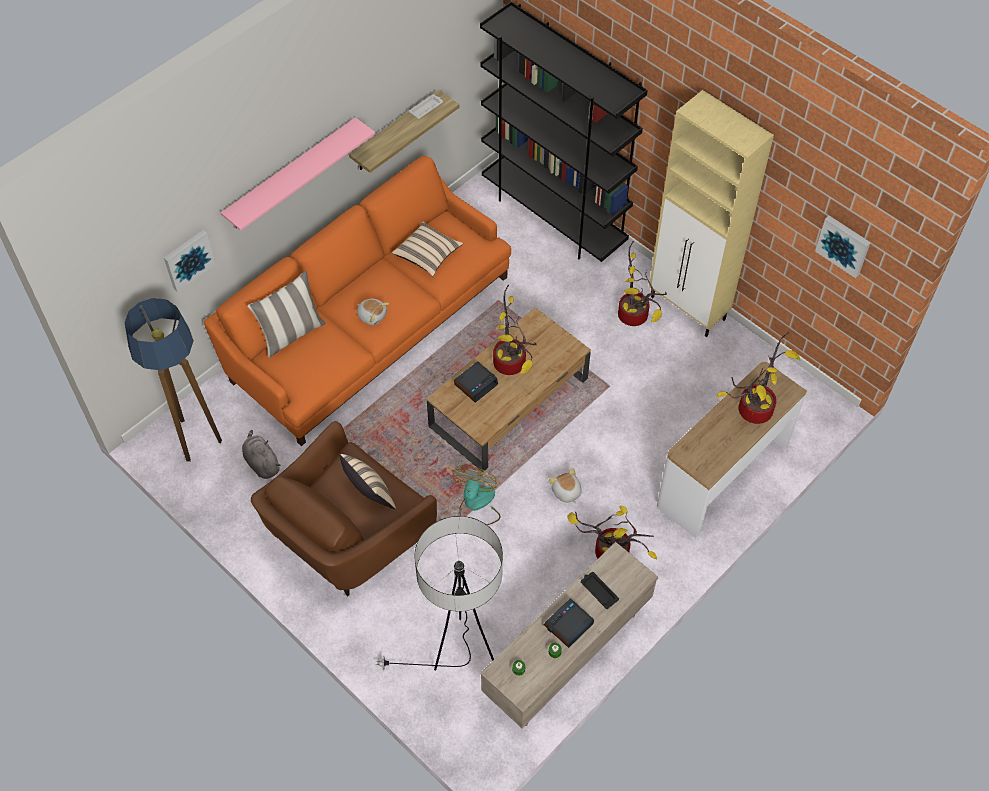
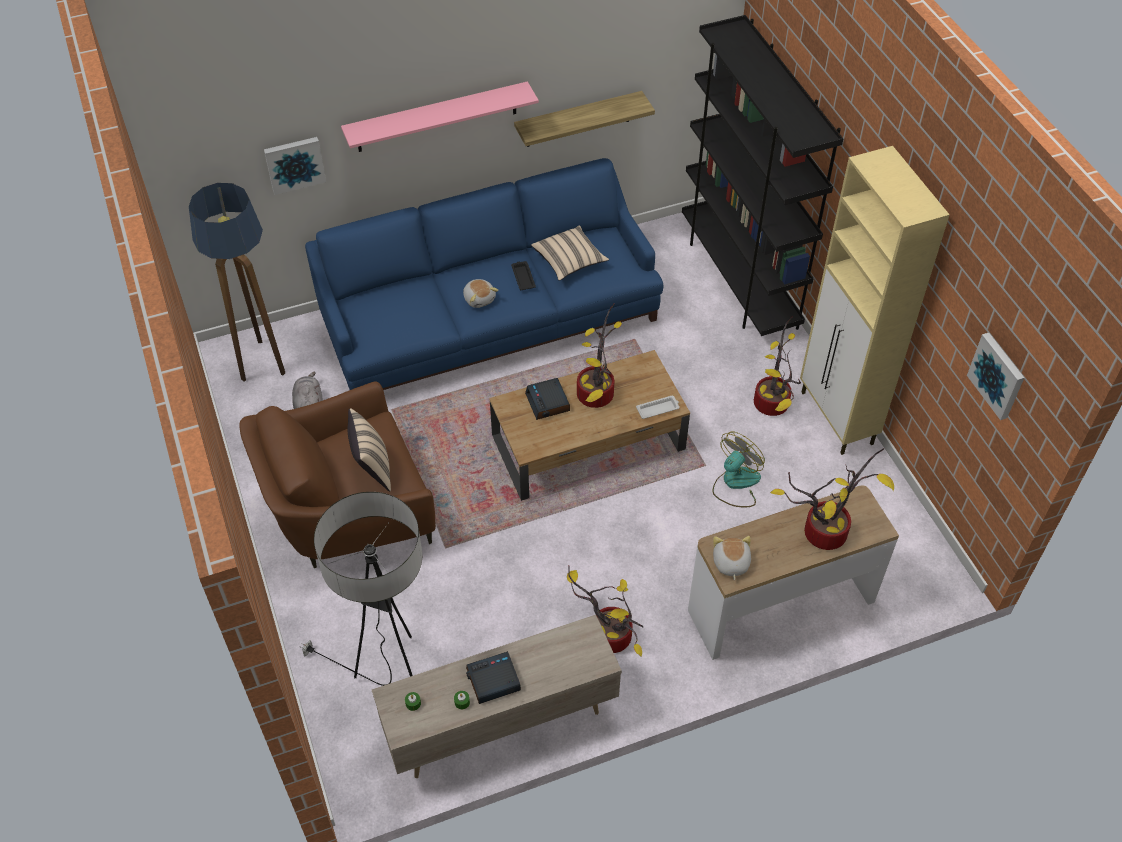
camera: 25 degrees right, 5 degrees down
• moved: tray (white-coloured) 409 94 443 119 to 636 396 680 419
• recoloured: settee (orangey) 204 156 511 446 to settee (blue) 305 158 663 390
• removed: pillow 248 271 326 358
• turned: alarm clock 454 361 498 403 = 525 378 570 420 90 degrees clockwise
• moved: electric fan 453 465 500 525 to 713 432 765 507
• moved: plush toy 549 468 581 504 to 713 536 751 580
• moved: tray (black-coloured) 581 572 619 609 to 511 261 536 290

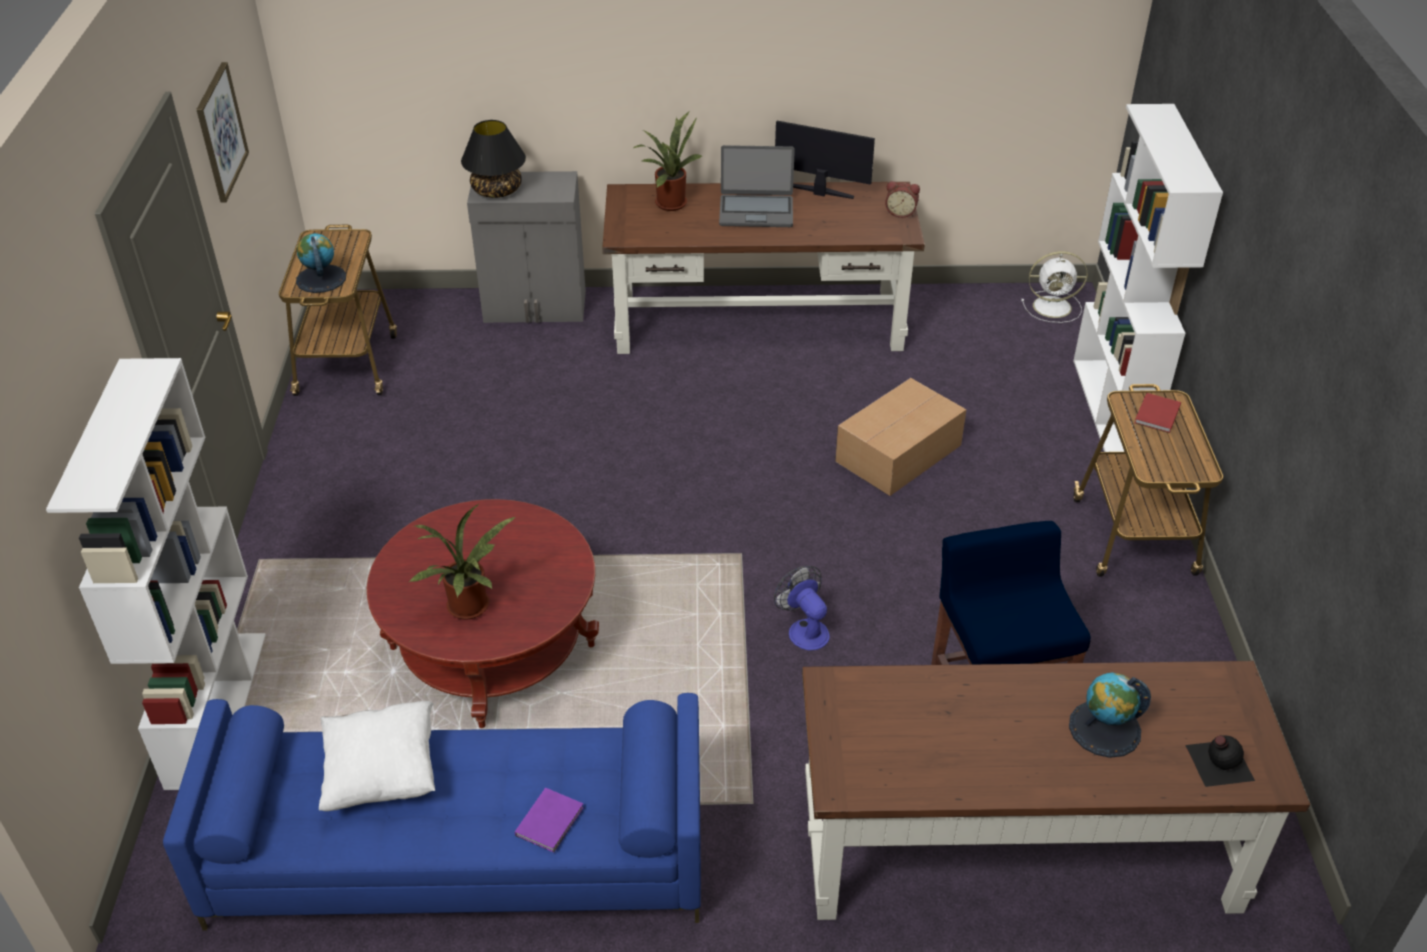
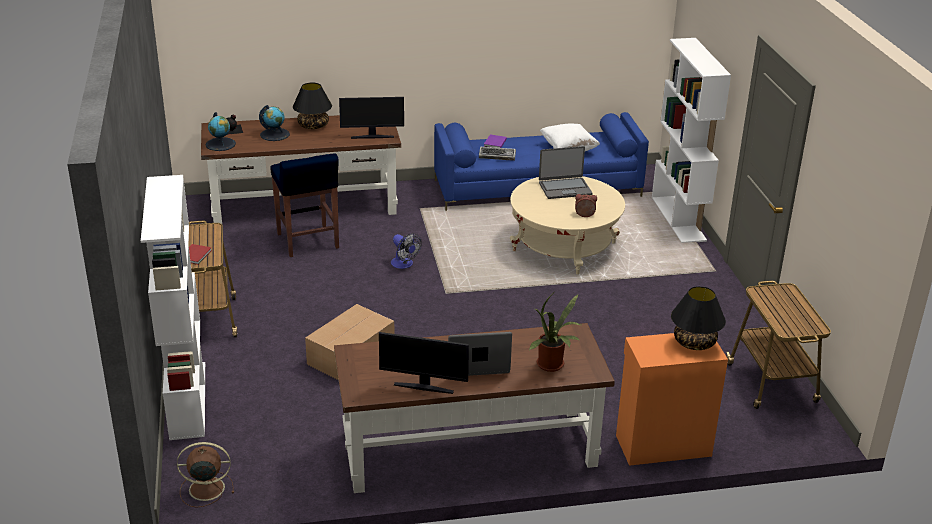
camera: 170 degrees right, 10 degrees down
• removed: picture 196 62 249 203
• recoloured: storage cabinet (greyish) 467 171 586 323 to storage cabinet (orangey) 616 333 728 466
• moved: alarm clock 885 181 920 218 to 575 194 597 217
• moved: globe 296 233 346 293 to 206 112 236 151
• recoloured: electric fan (white-coloured) 1021 251 1087 323 to electric fan (brownish) 177 442 234 508
• recoloured: low table (reddish) 367 499 599 728 to low table (beige-coloured) 510 176 625 274
• replaced: potted plant 408 502 515 620 to notebook computer 539 146 592 199
• added: tabletop lamp (black-coloured) 293 82 332 129
• added: computer screen 339 97 404 139
• added: computer keyboard 479 147 516 161

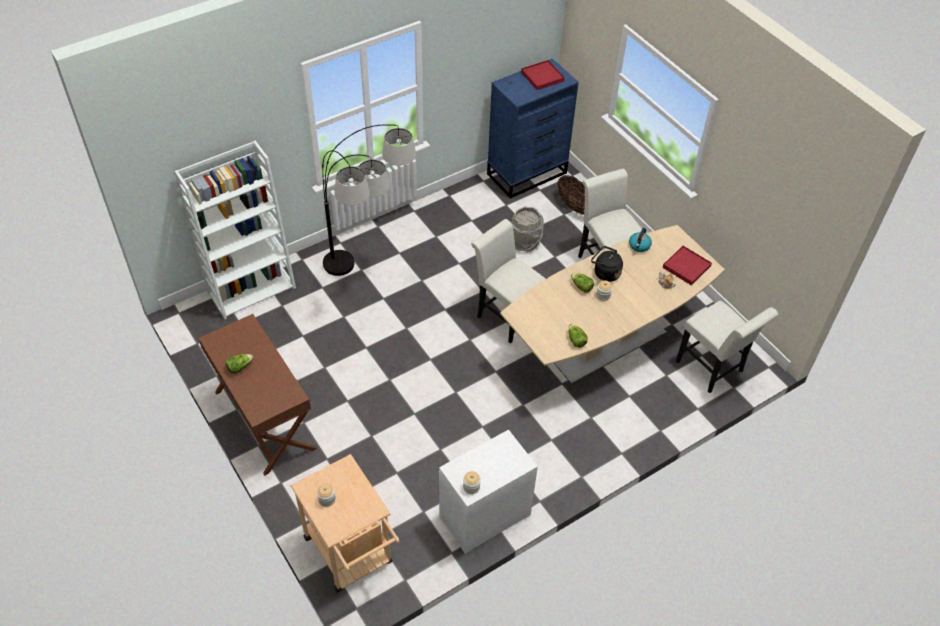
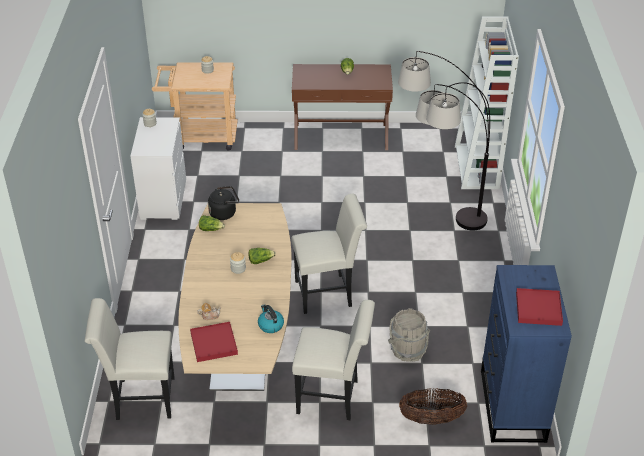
camera: 125 degrees right, 10 degrees down
• moved: kettle (black-coloured) 591 246 623 282 to 208 186 239 220

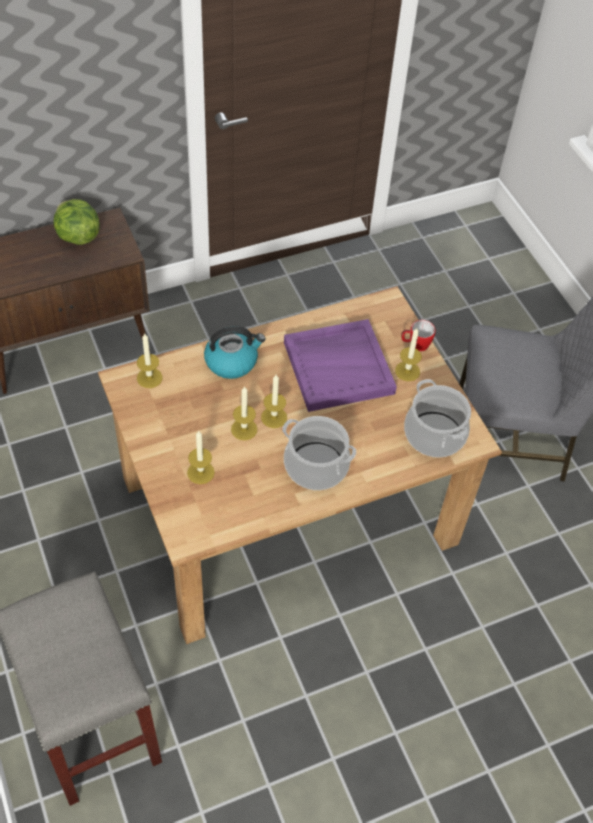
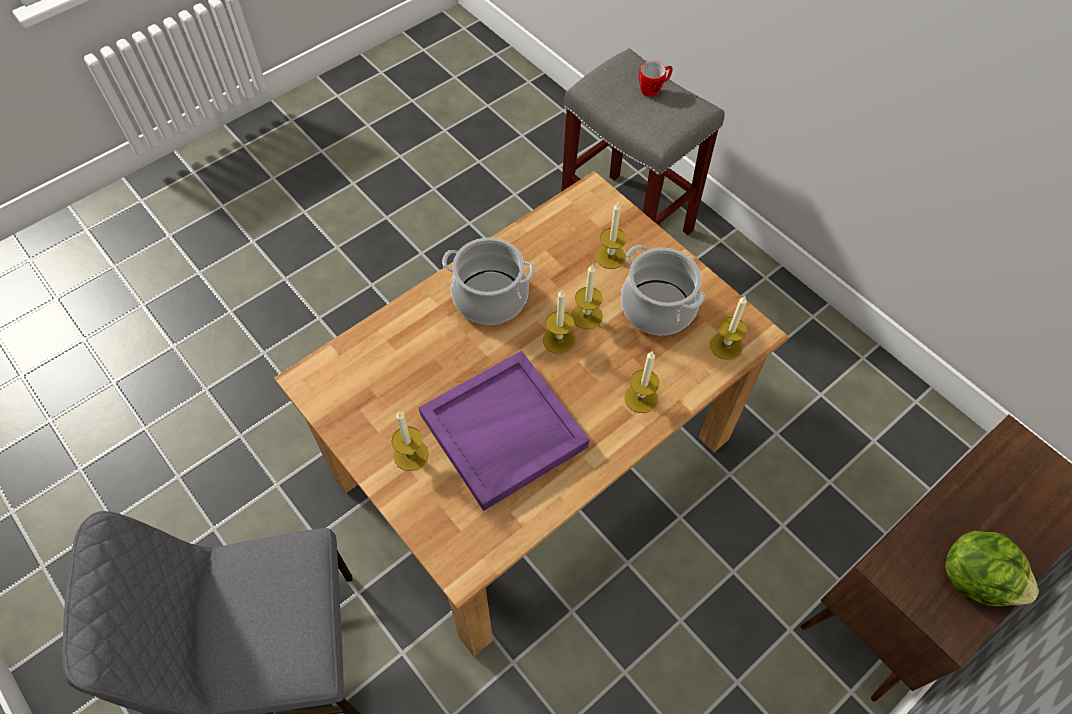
camera: 165 degrees right, 5 degrees up
• moved: coffee mug 401 320 436 351 to 639 61 673 97
• replaced: kettle 204 326 265 379 to wax light 624 351 660 413
• moved: cooking pot 404 379 471 458 to 621 245 706 335

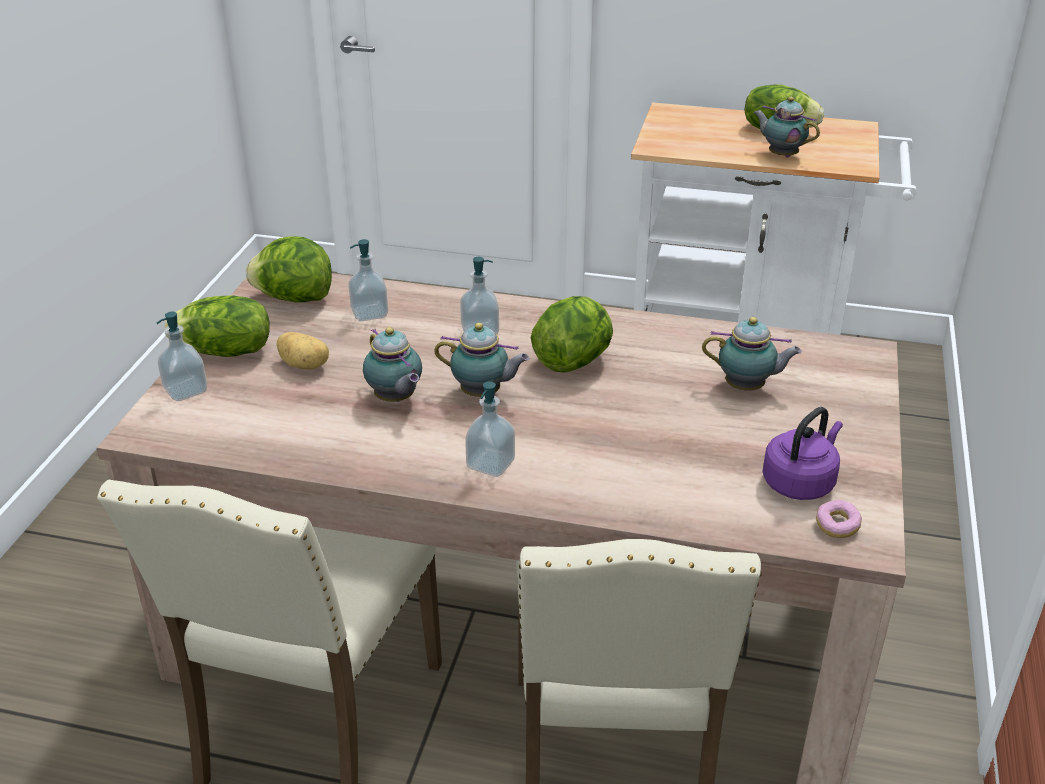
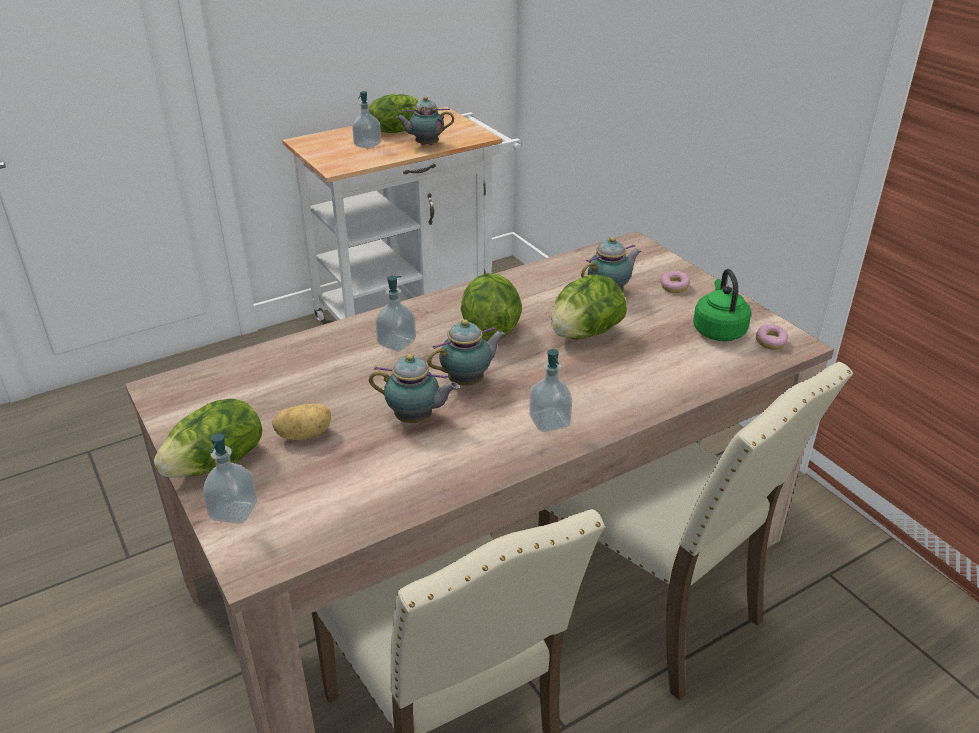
camera: 45 degrees left, 0 degrees up
• moved: lettuce 246 236 332 302 to 551 274 627 340
• moved: liquid soap bottle 348 239 388 321 to 352 91 381 149
• recoloured: kettle (purple-coloured) 762 407 843 500 to kettle (green) 693 269 751 341
• added: donut 661 271 690 293

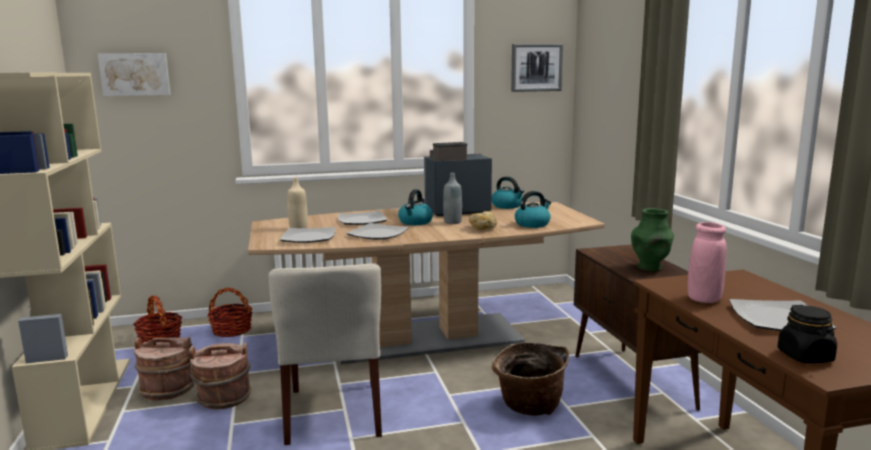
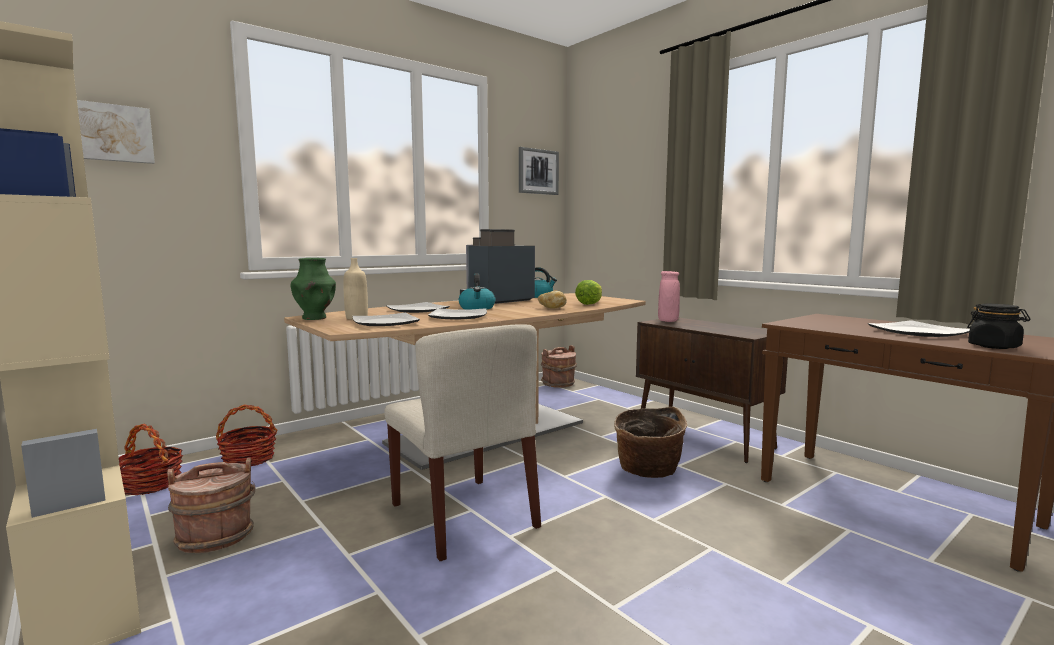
camera: 25 degrees left, 5 degrees down
• removed: bottle (greyish) 443 173 462 224
• replaced: kettle 515 191 551 228 to lettuce 575 280 602 305
• moved: vase (green) 631 208 674 271 to 290 258 336 320
• moved: vase (pink) 688 222 727 303 to 658 271 680 322
• moved: bucket (brownish) 189 342 251 409 to 541 345 577 388

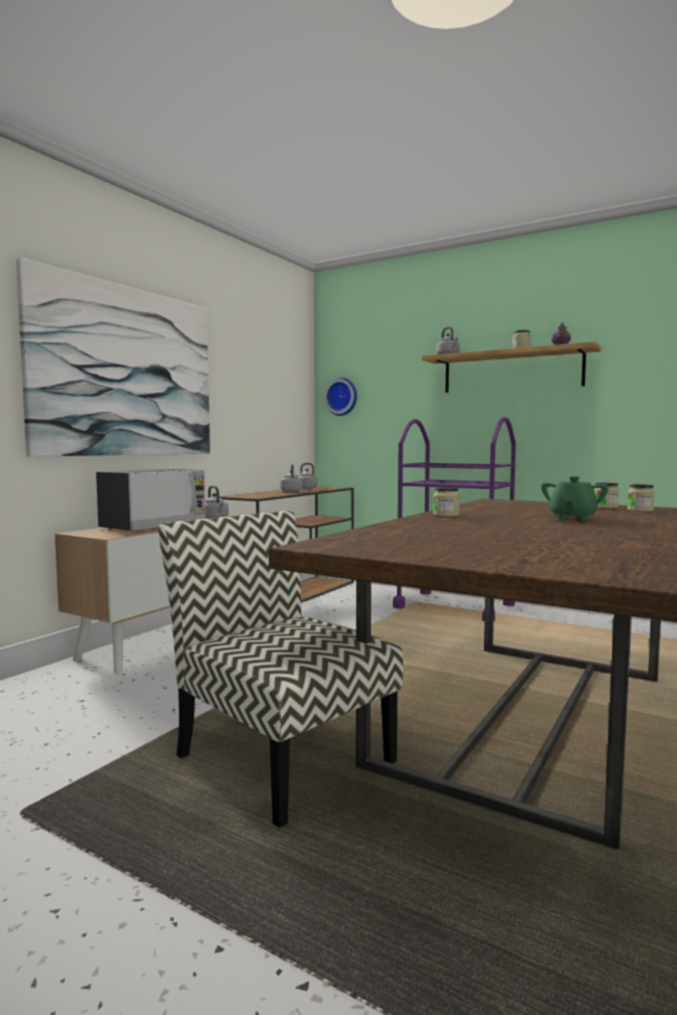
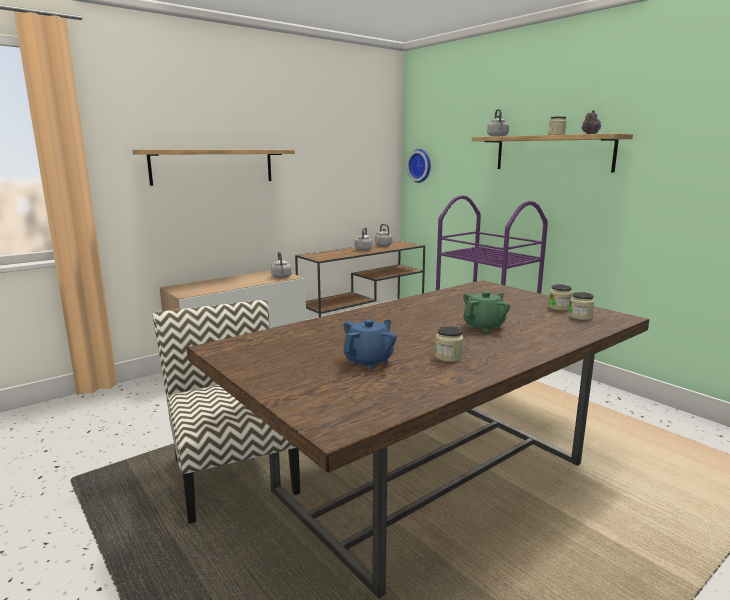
camera: 20 degrees right, 10 degrees up
• replaced: picture 16 257 210 457 to bracket shelf 132 150 295 186
• removed: microwave 96 469 206 532
• moved: jar 433 487 460 517 to 435 326 463 362
• added: tea pot (blue) 343 319 397 369

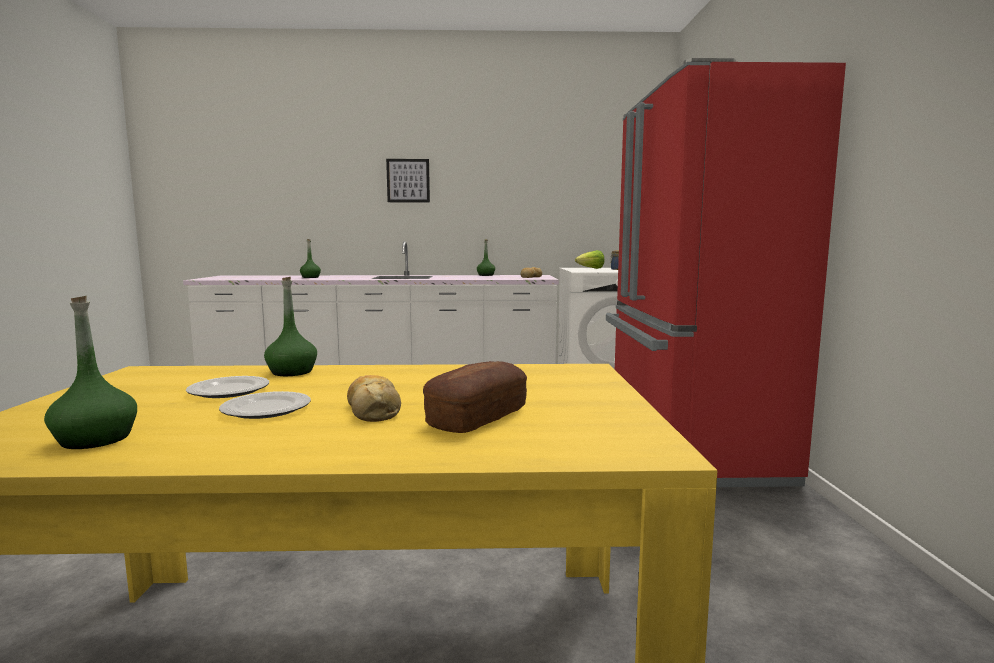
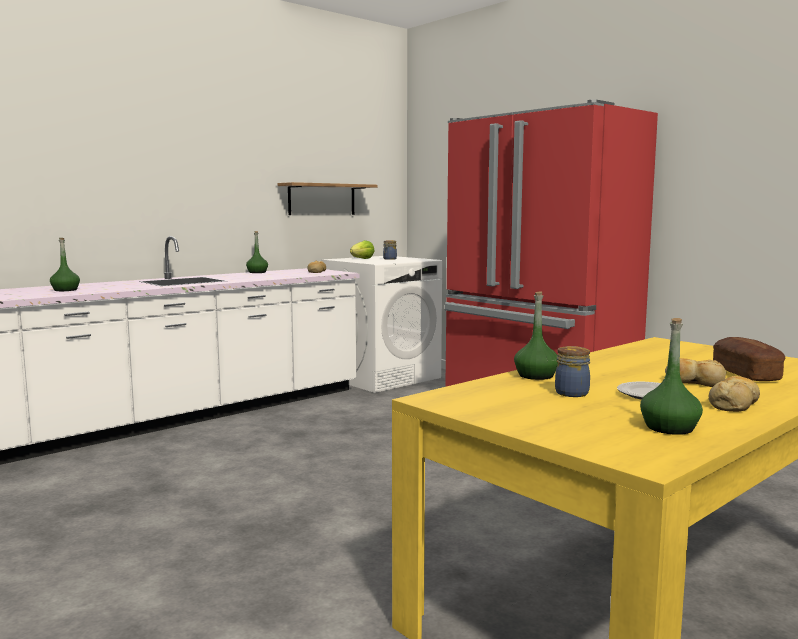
camera: 40 degrees left, 0 degrees up
• removed: picture 386 159 430 202
• replaced: dinner plate 186 376 269 398 to jar 555 346 590 397
• added: bracket shelf 278 182 378 215
• added: bakery bread 709 376 760 412

